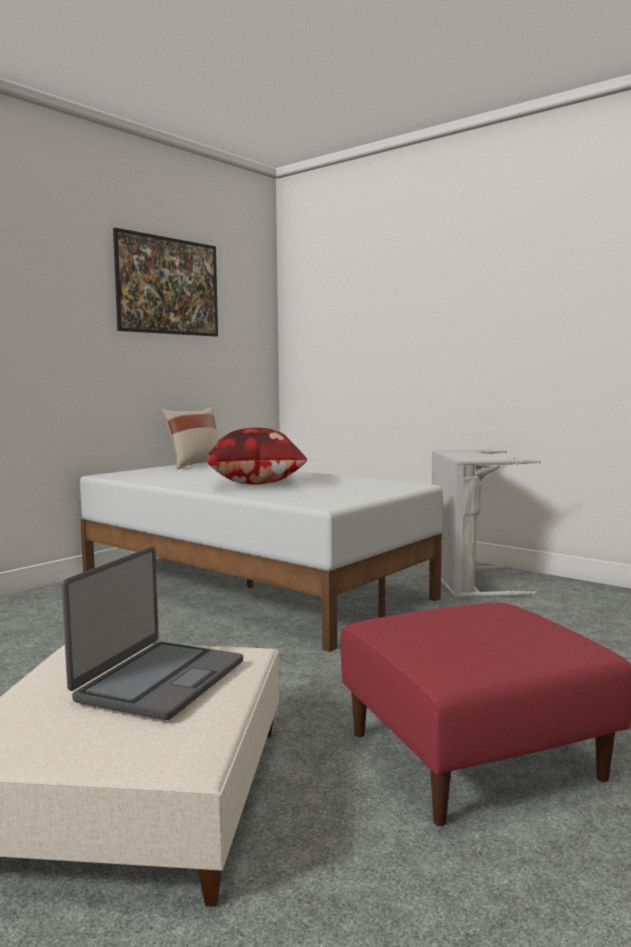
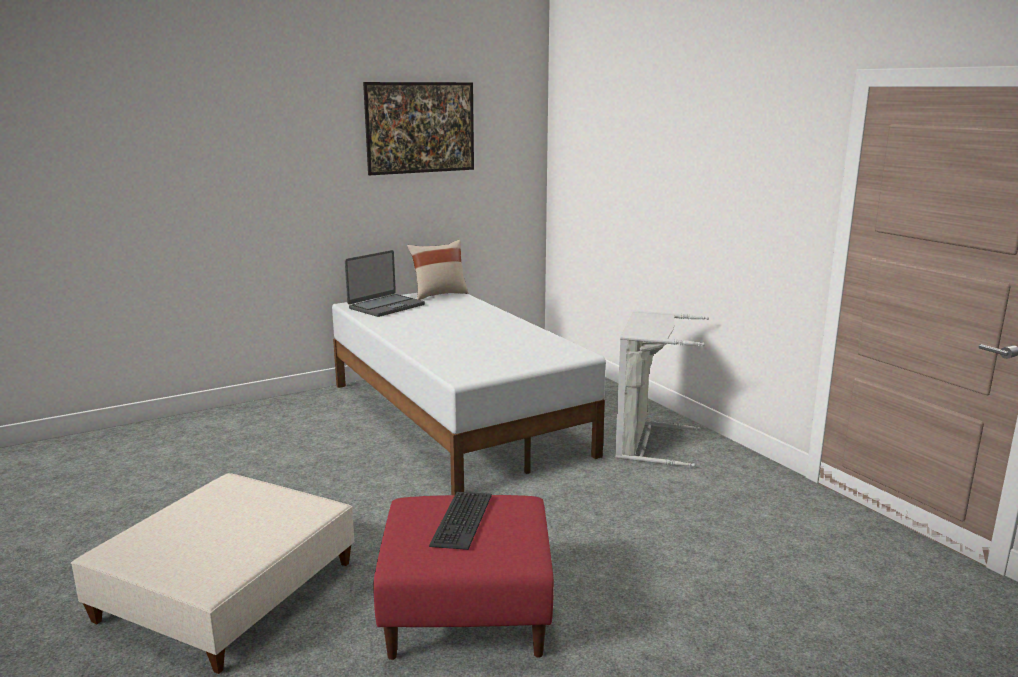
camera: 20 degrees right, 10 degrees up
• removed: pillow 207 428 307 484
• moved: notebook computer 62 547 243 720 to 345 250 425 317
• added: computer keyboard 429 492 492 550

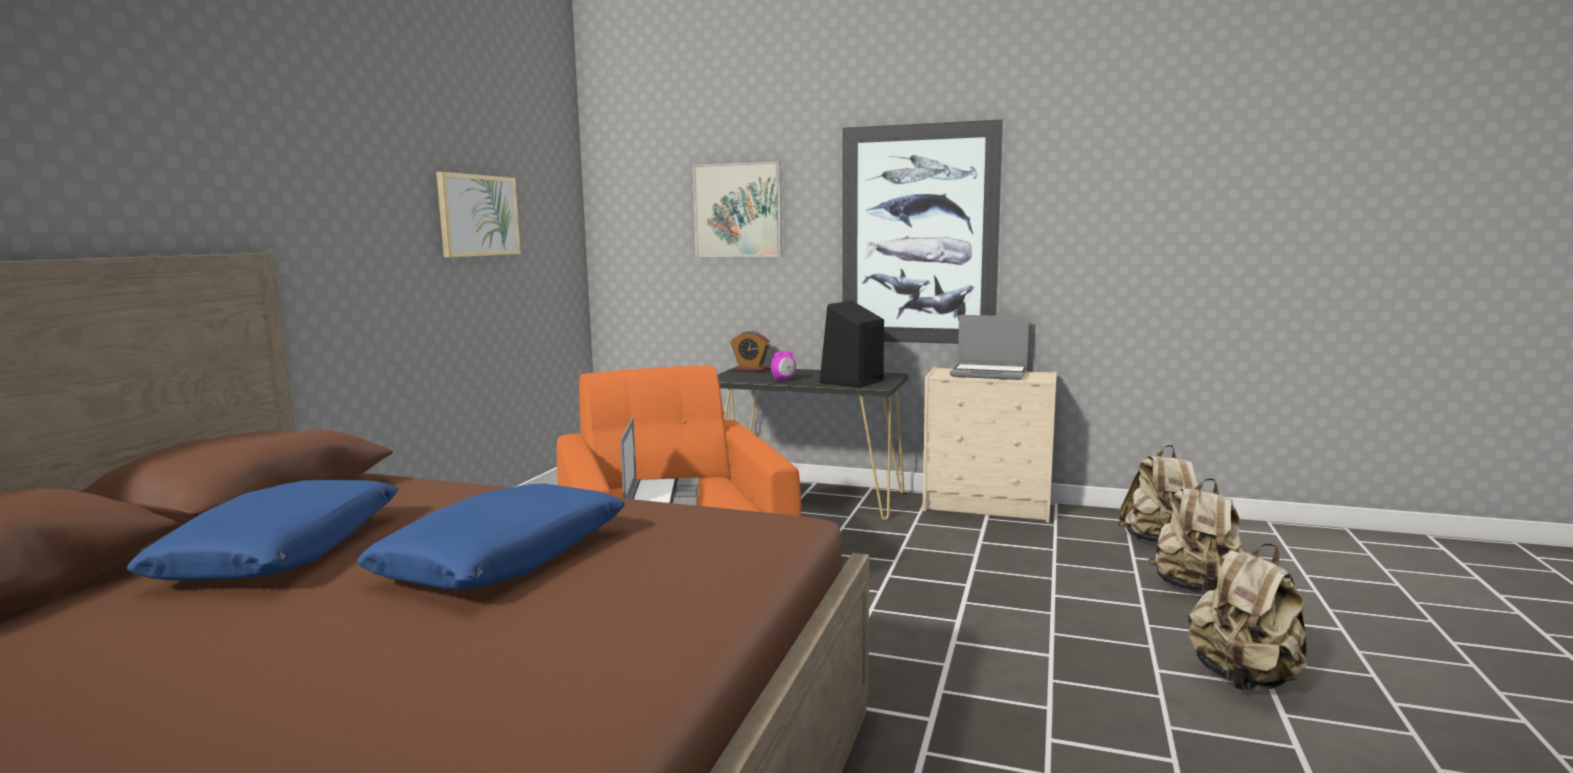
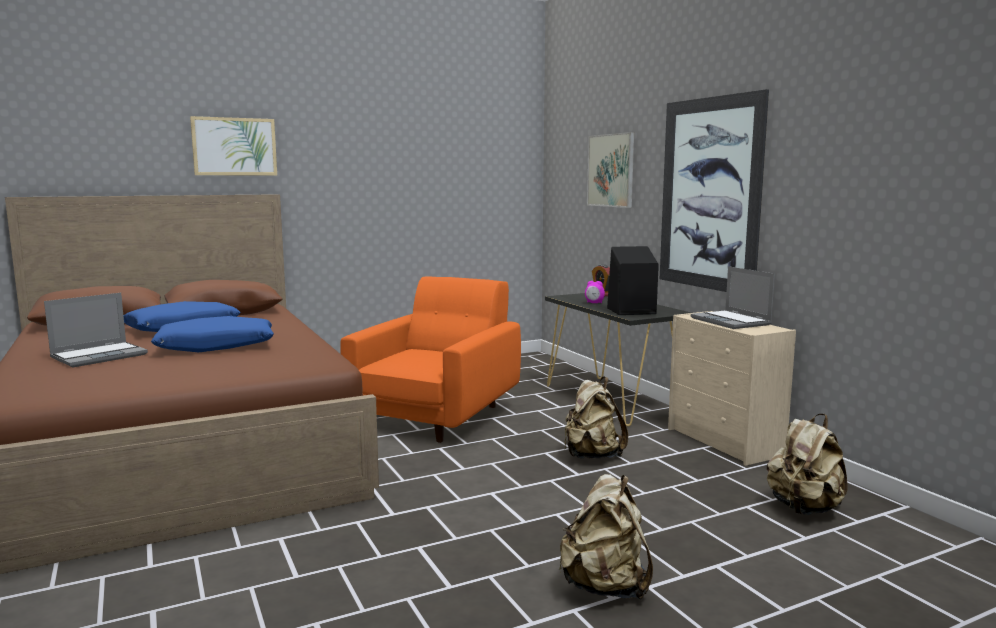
camera: 45 degrees right, 0 degrees up
• moved: picture 436 172 521 257 to 190 116 277 175
• moved: notebook computer 620 418 699 506 to 44 293 148 367
• moved: backpack (beige-coloured) 1149 478 1245 594 to 564 377 628 459

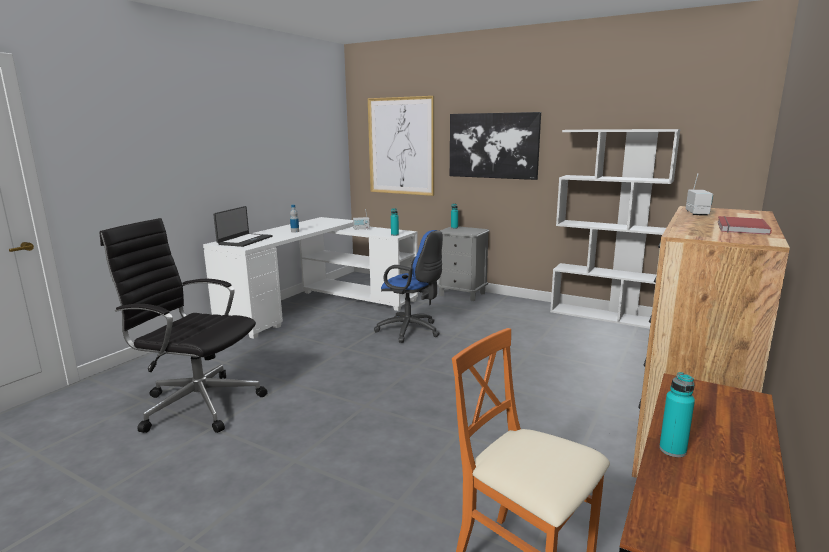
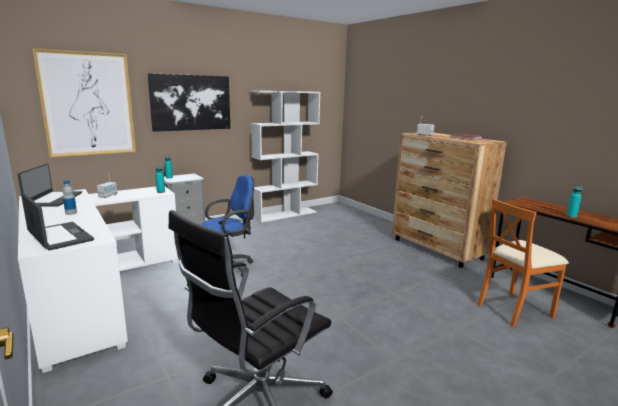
camera: 65 degrees left, 0 degrees up
• added: notebook computer 17 163 82 206

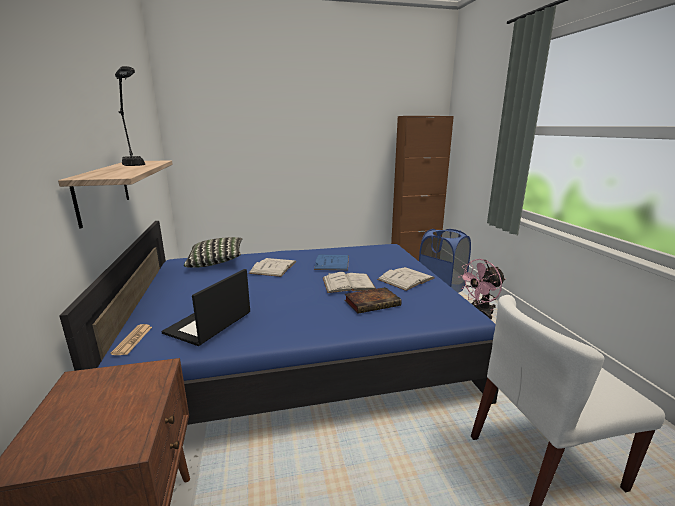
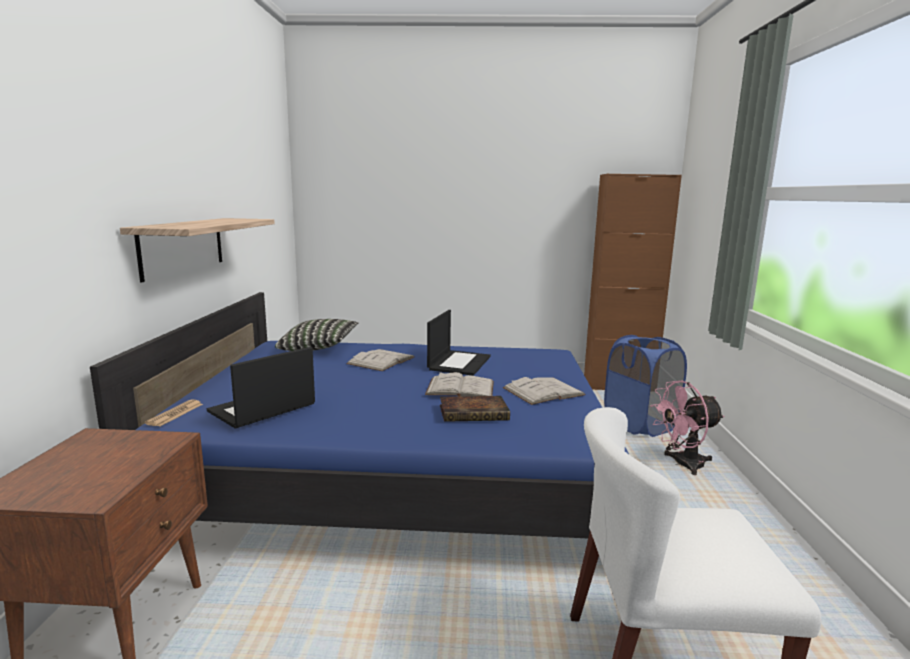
camera: 15 degrees right, 5 degrees down
• removed: tabletop lamp (black-coloured) 115 66 145 166
• replaced: book (blue) 314 255 349 270 to notebook computer 427 310 491 376

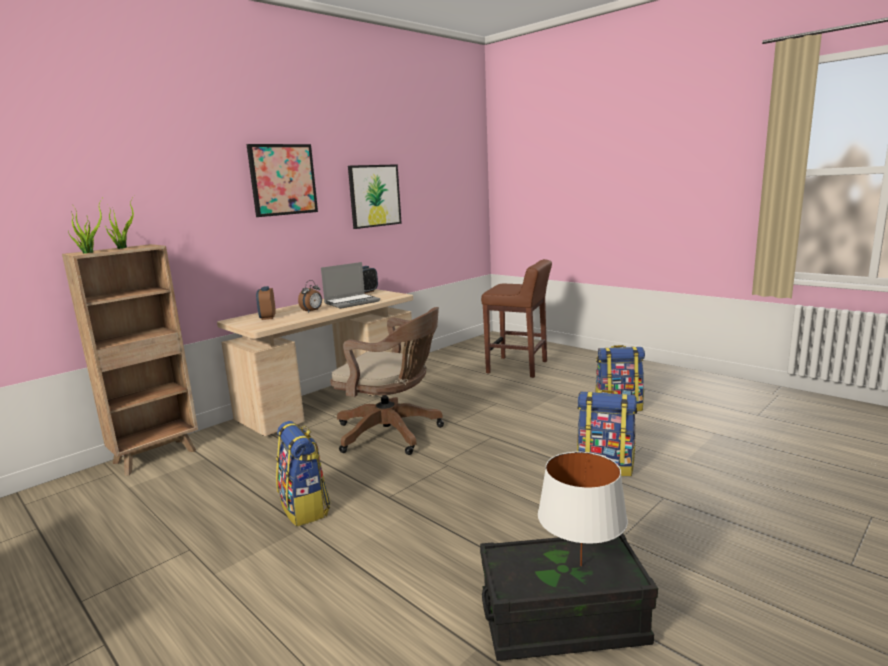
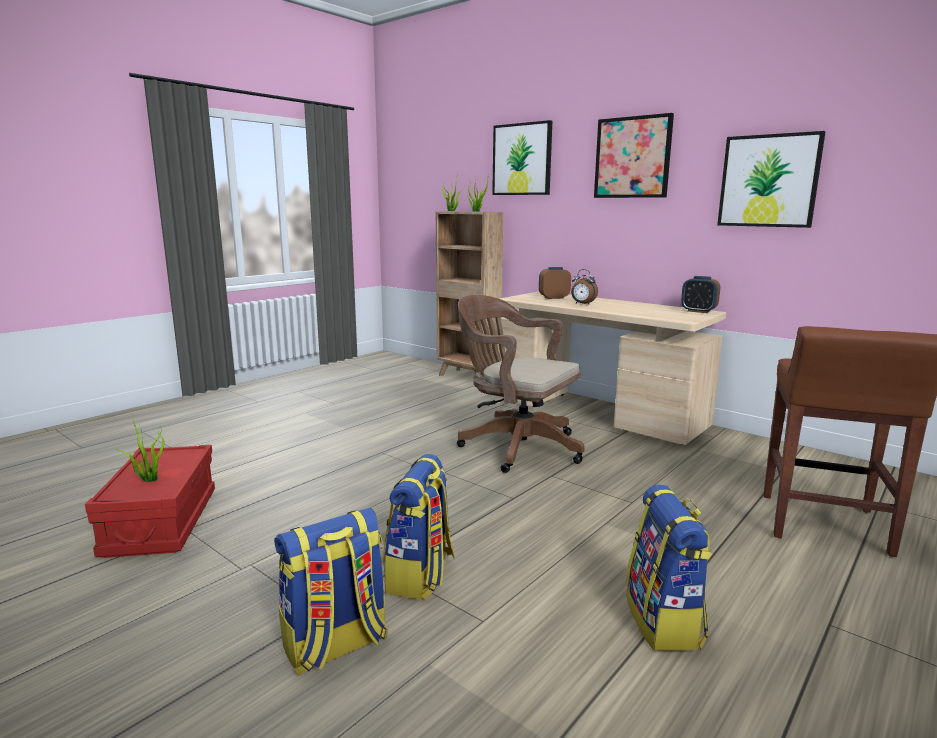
camera: 85 degrees right, 0 degrees up
• removed: notebook computer 321 262 380 309
• turned: desk chair (brownish) 330 307 444 455 = 457 295 585 473 105 degrees clockwise
• moved: backpack 276 421 331 527 to 274 508 388 676
• replaced: tabletop lamp (white-coloured) 538 452 628 566 to potted plant 114 408 165 482
• recoloured: storage box (black-coloured) 480 533 658 661 to storage box (reddish) 85 445 215 558
• added: picture 492 120 552 195

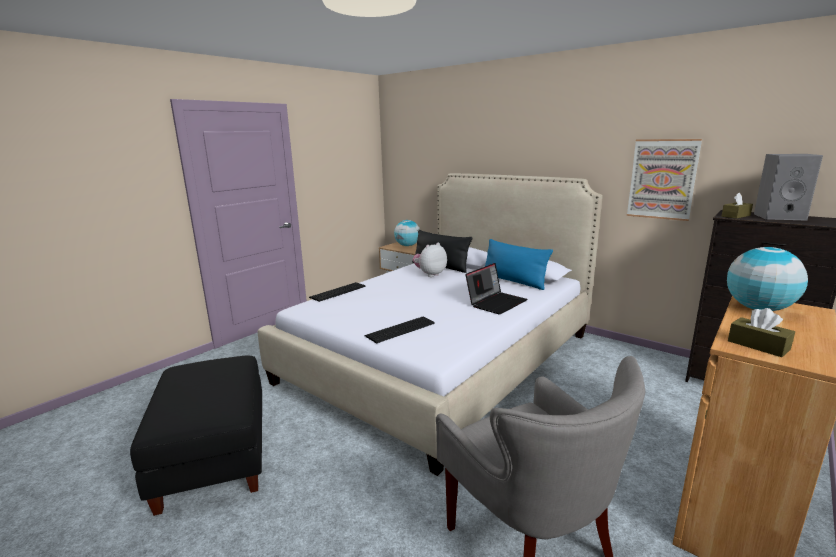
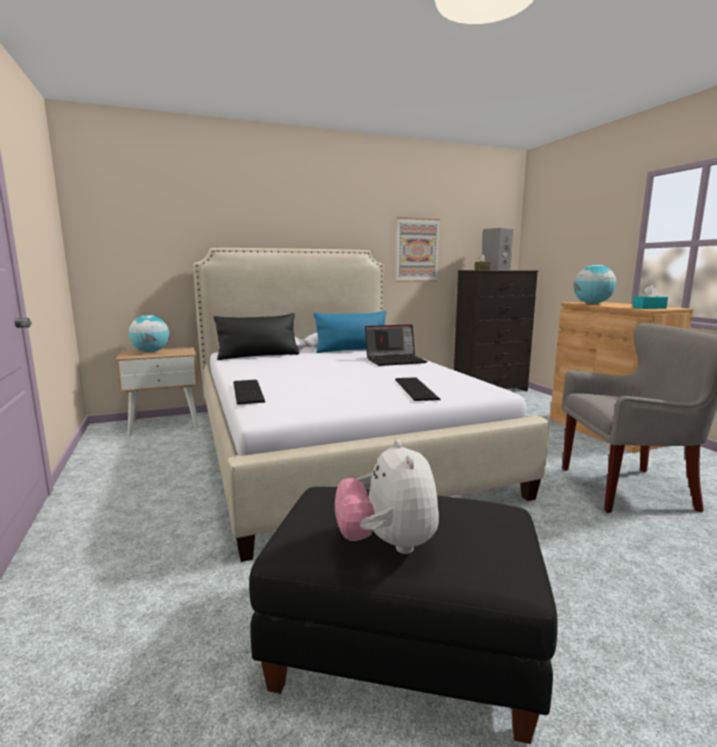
camera: 60 degrees left, 5 degrees down
• moved: plush toy 413 243 447 277 to 335 439 439 554
• turned: notebook computer 465 263 527 315 = 365 324 428 366 90 degrees clockwise
• recoloured: box of tissues (brownish) 728 308 795 357 to box of tissues (turquoise) 633 285 668 309

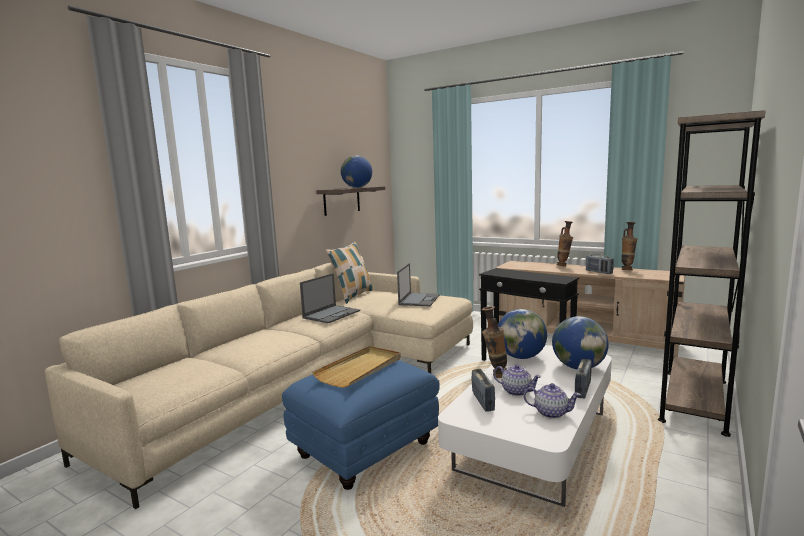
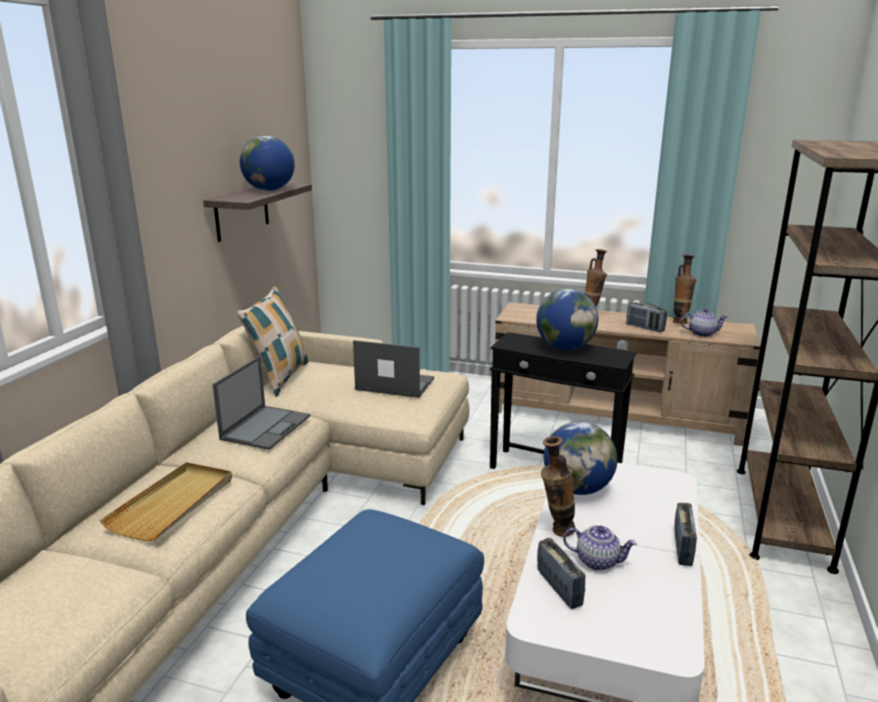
camera: 15 degrees left, 10 degrees up
• turned: notebook computer 397 263 440 306 = 353 340 434 398 75 degrees counterclockwise
• moved: globe 552 316 609 369 to 536 289 598 350
• moved: tray (beige-coloured) 312 346 401 388 to 100 462 232 541
• moved: tea pot 524 383 581 419 to 681 308 728 337

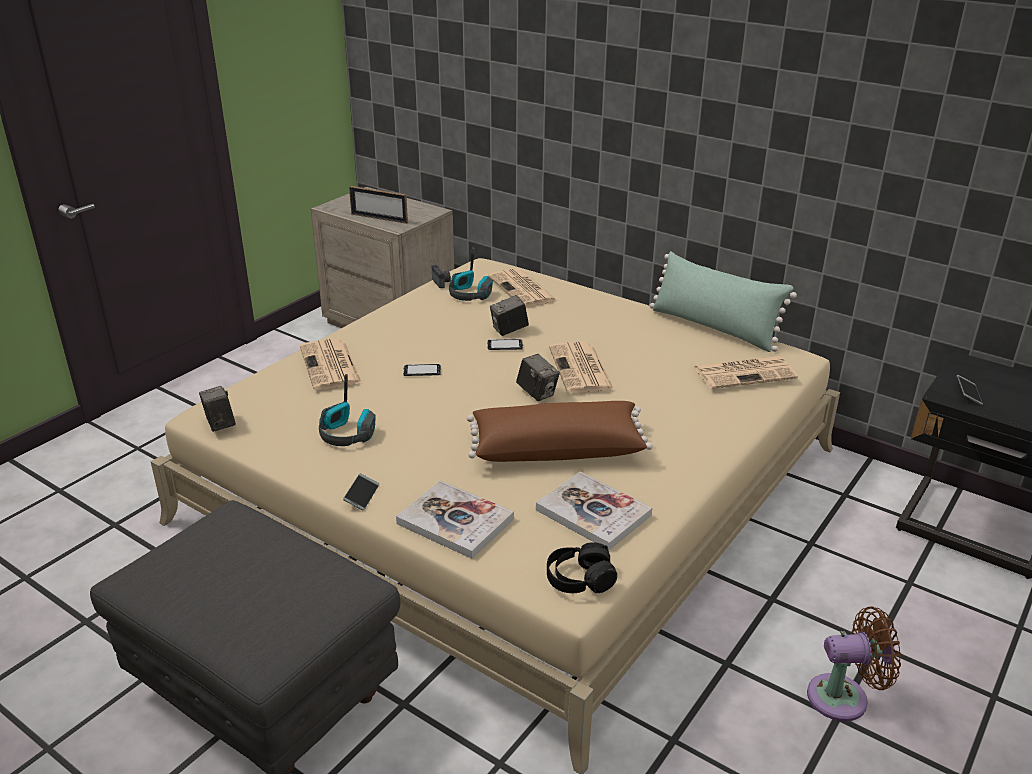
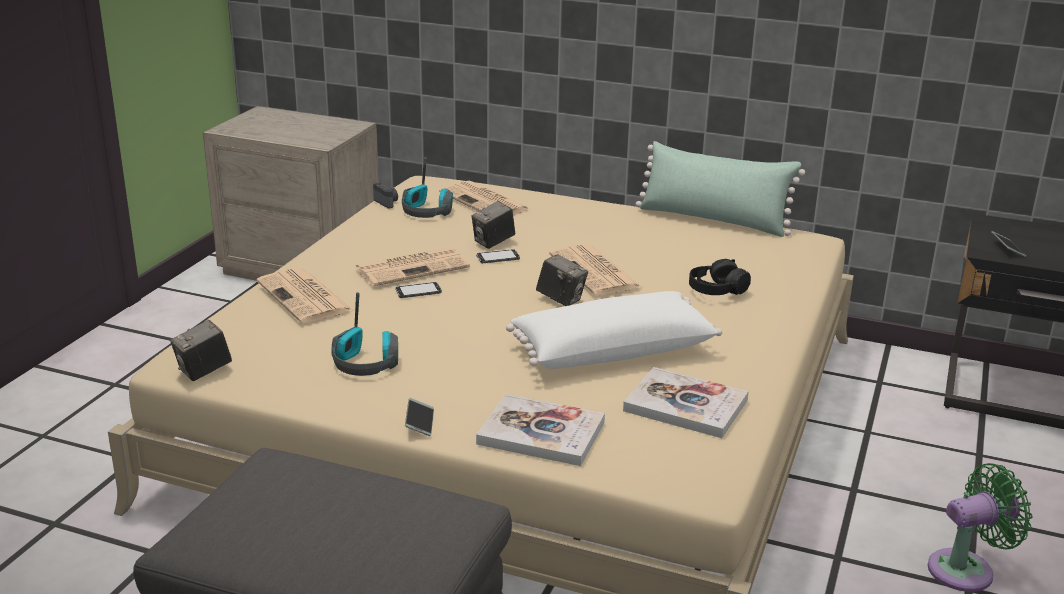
camera: 15 degrees left, 5 degrees down
• removed: picture frame 349 186 408 224
• moved: newspaper 694 356 798 389 to 355 247 470 286
• turned: still camera 199 386 236 432 = 170 320 232 381 90 degrees counterclockwise
• recoloured: pillow (brownish) 467 401 653 462 to pillow (white-coloured) 506 291 722 369
• moved: pair of headphones (black-coloured) 547 542 617 594 to 689 259 751 295
• recoloured: electric fan (brownish) 807 607 901 721 to electric fan (green) 928 463 1032 592

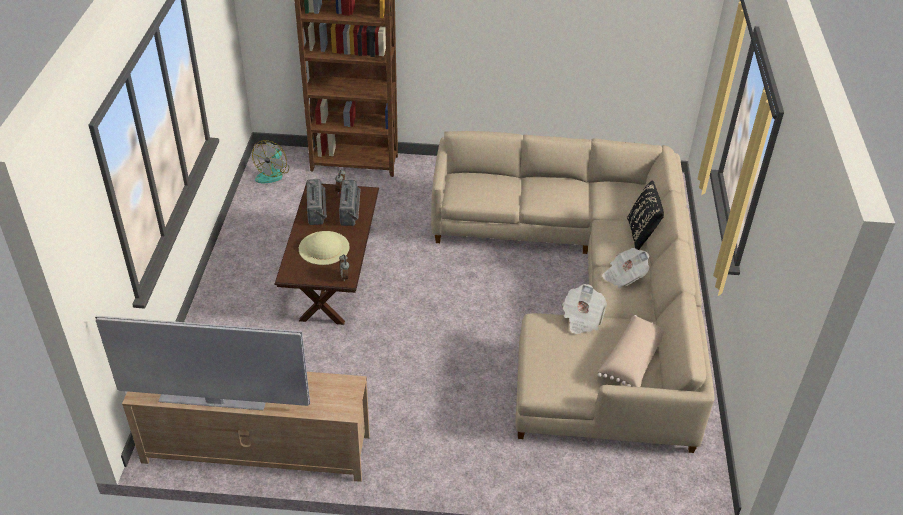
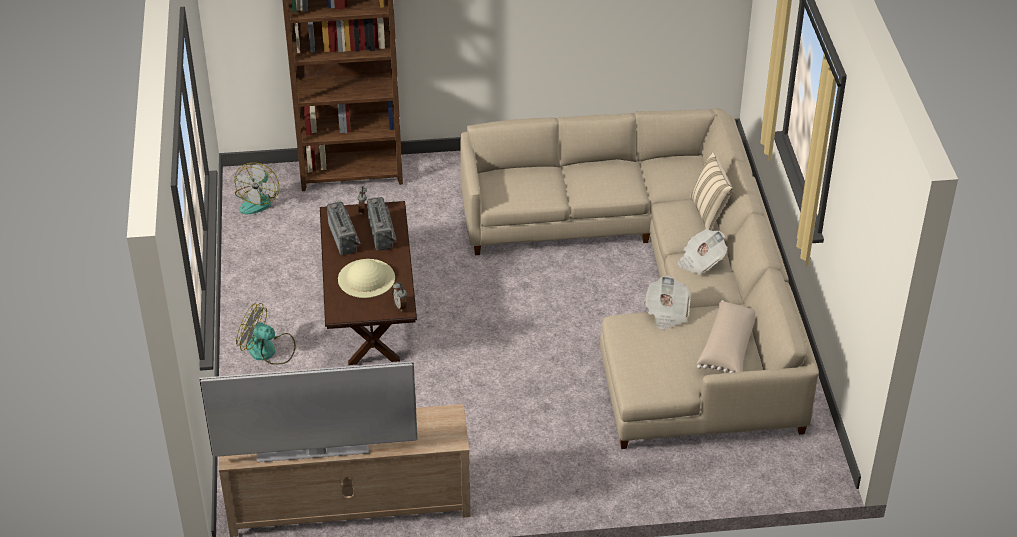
camera: 10 degrees left, 0 degrees up
• recoloured: pillow (black-coloured) 627 180 664 250 to pillow (beige-coloured) 690 152 733 230
• added: electric fan 236 303 296 365

